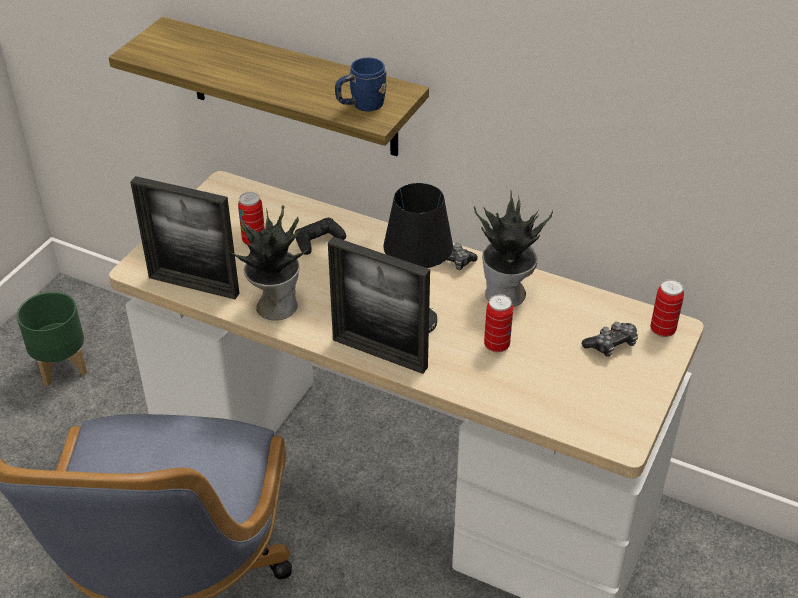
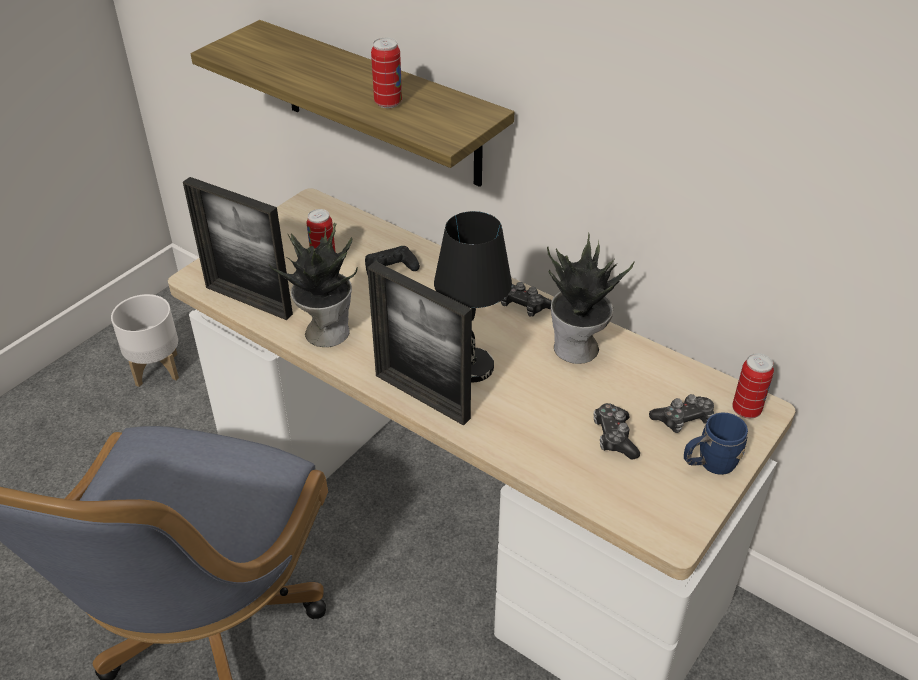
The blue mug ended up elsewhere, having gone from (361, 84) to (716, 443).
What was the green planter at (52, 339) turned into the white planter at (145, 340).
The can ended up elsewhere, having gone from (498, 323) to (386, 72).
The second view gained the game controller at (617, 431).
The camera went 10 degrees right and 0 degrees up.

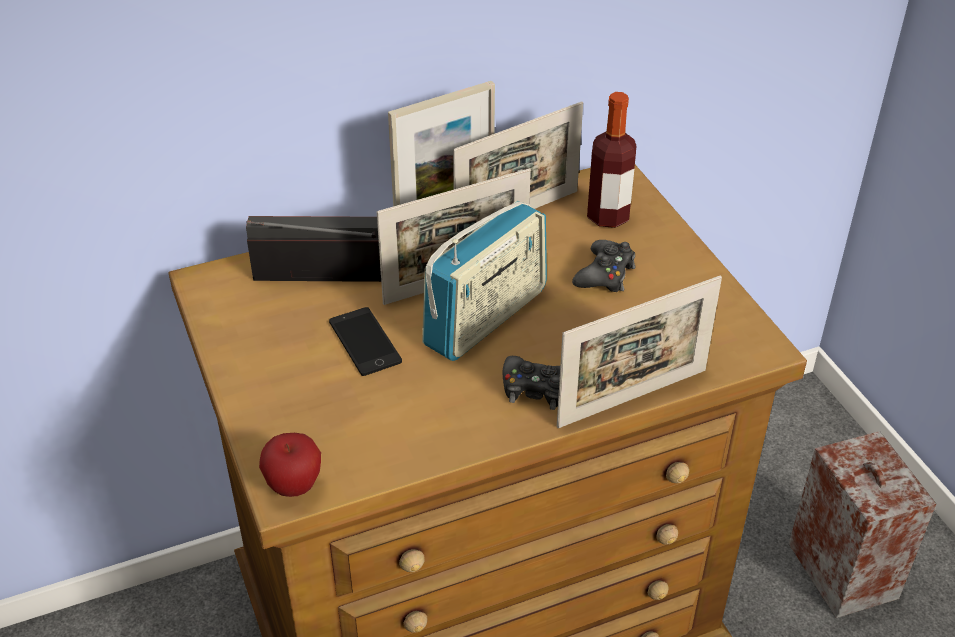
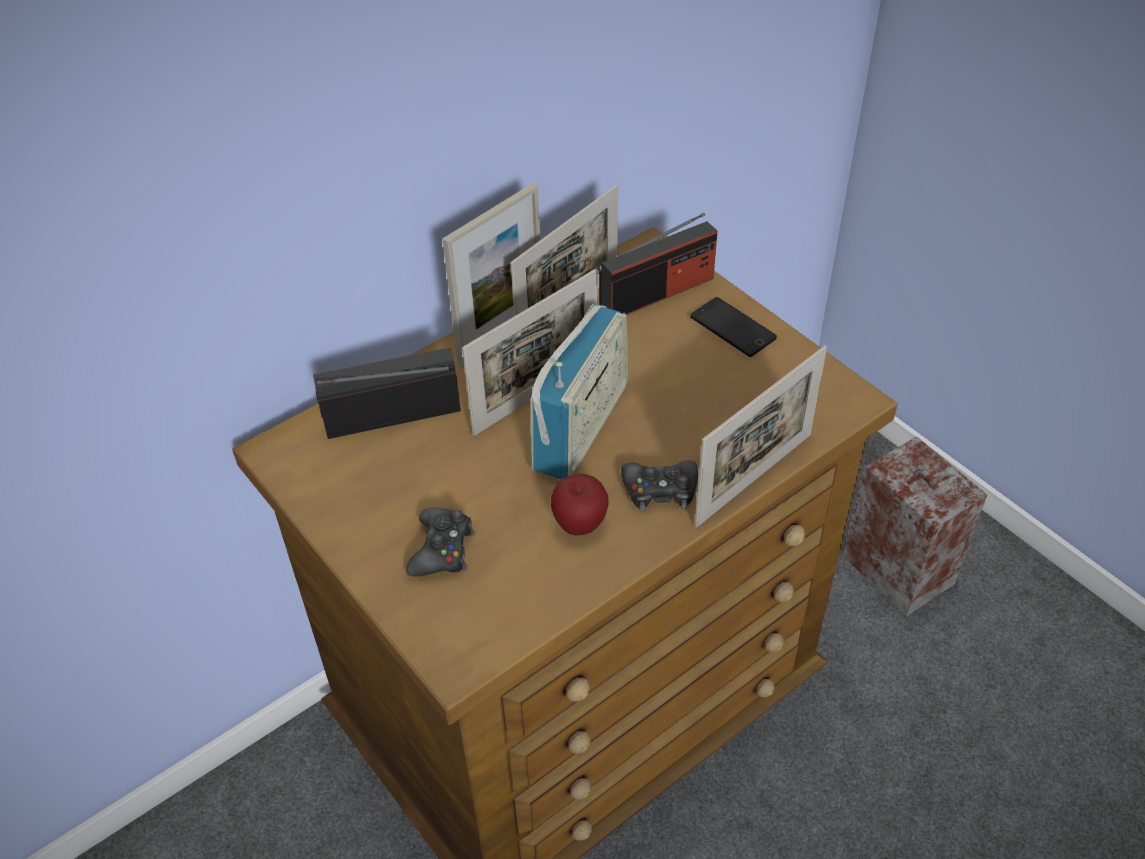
Where the bottle stood at (611, 160), the radio came to stand at (658, 264).
The black game controller ended up elsewhere, having gone from (604, 266) to (440, 542).
The phone ended up elsewhere, having gone from (365, 341) to (733, 327).
The apple ended up elsewhere, having gone from (290, 465) to (580, 505).
The camera went 15 degrees left and 5 degrees up.

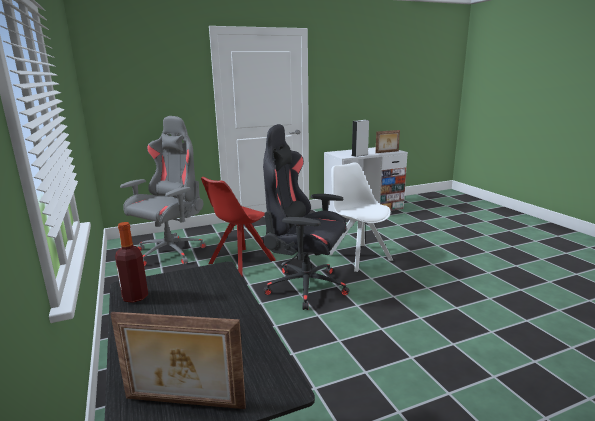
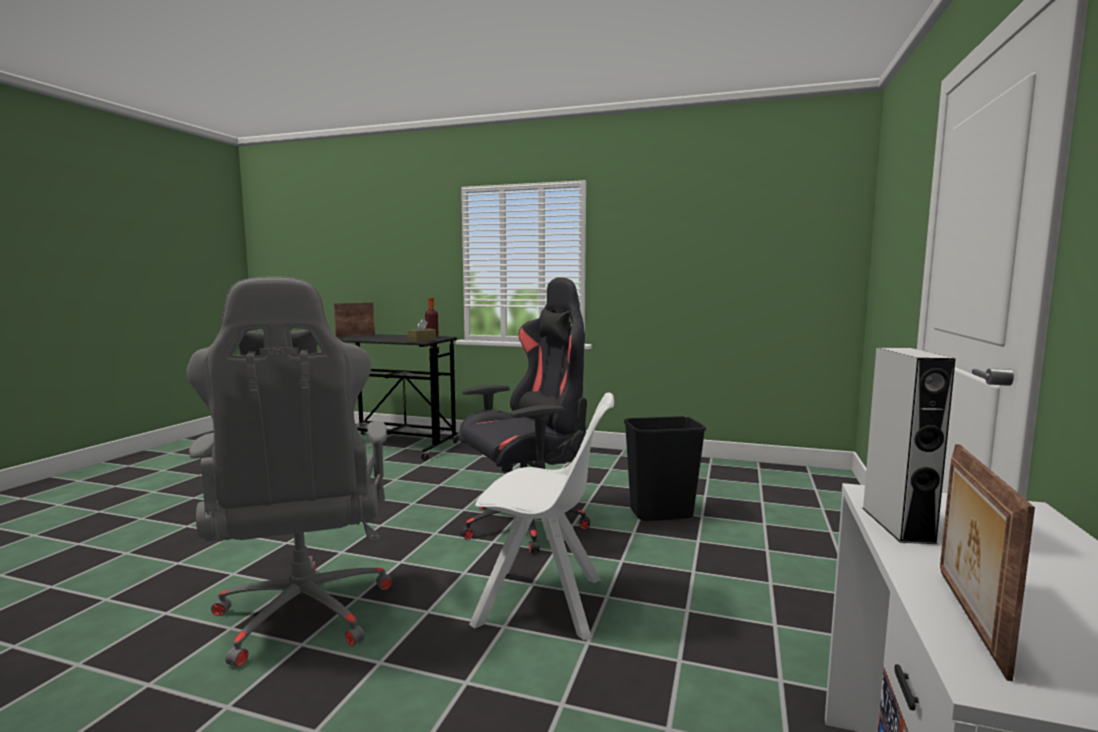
The grey office chair ended up elsewhere, having gone from (163, 191) to (289, 472).
Where the red chair stood at (238, 227), the black trash can came to stand at (665, 468).
The second view gained the brown tissue box at (422, 330).
The camera went 130 degrees right and 10 degrees down.

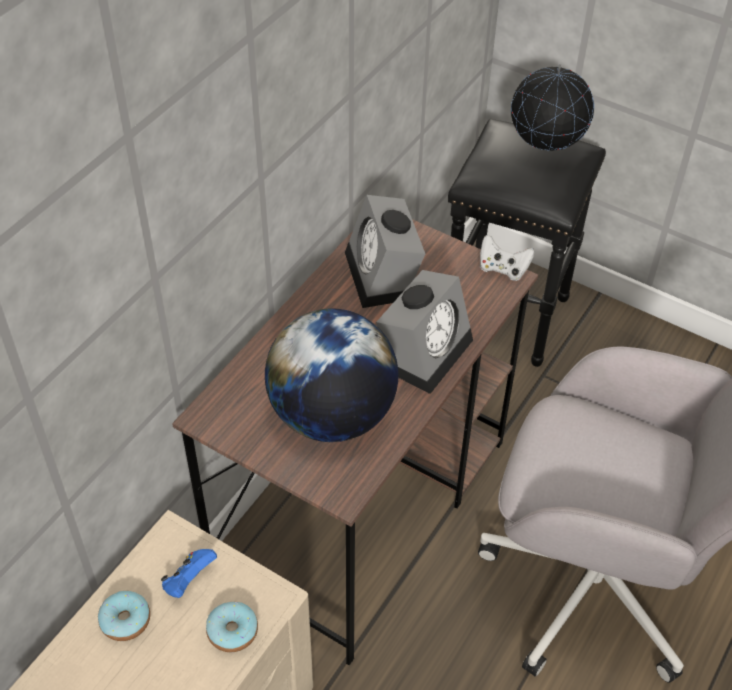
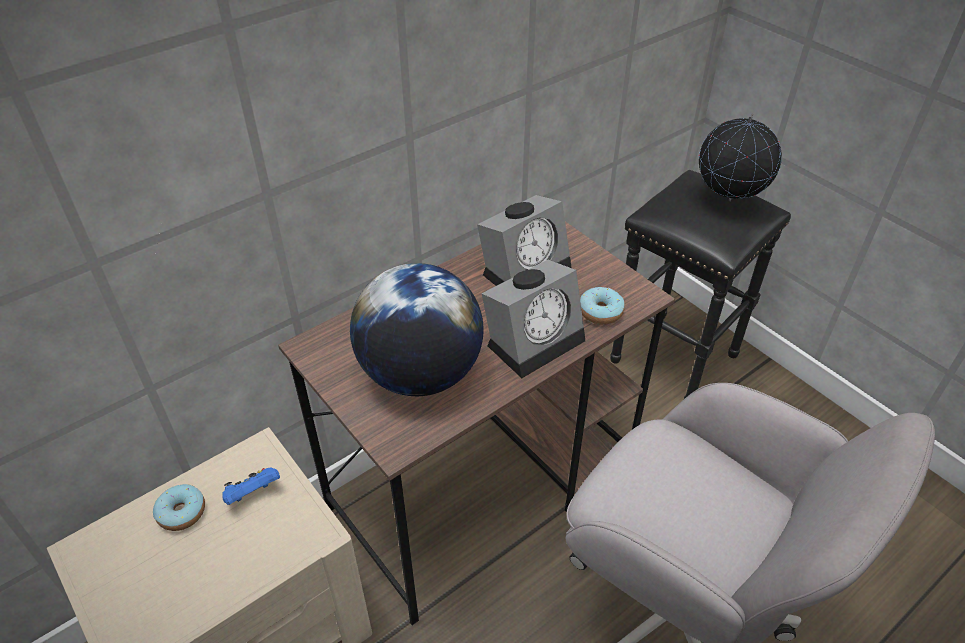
The alarm clock at (385, 251) ended up facing another way, 135 degrees counterclockwise from before.
The second view lost the white game controller at (507, 257).
The donut ended up elsewhere, having gone from (232, 627) to (602, 306).
The camera went 20 degrees right and 5 degrees down.

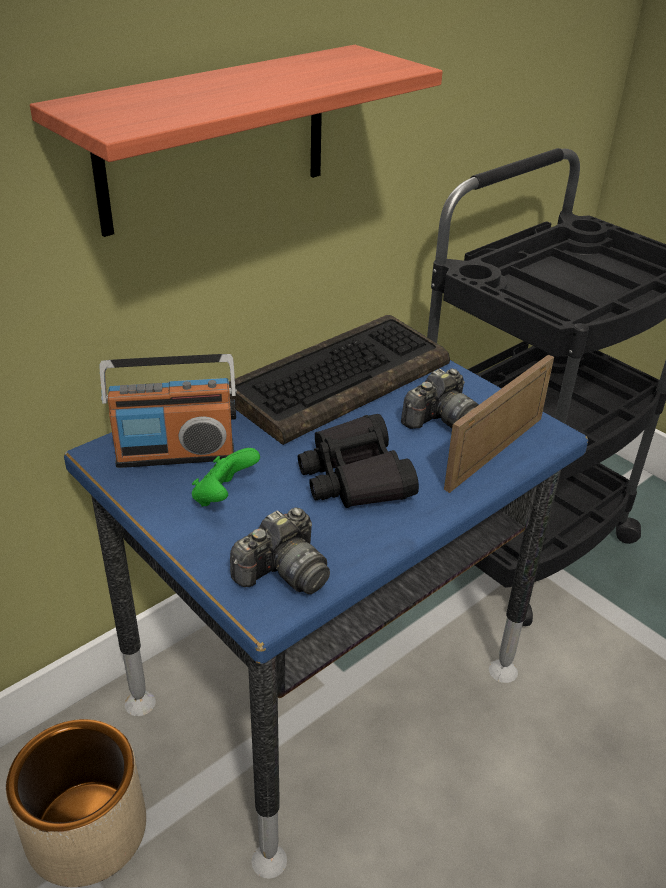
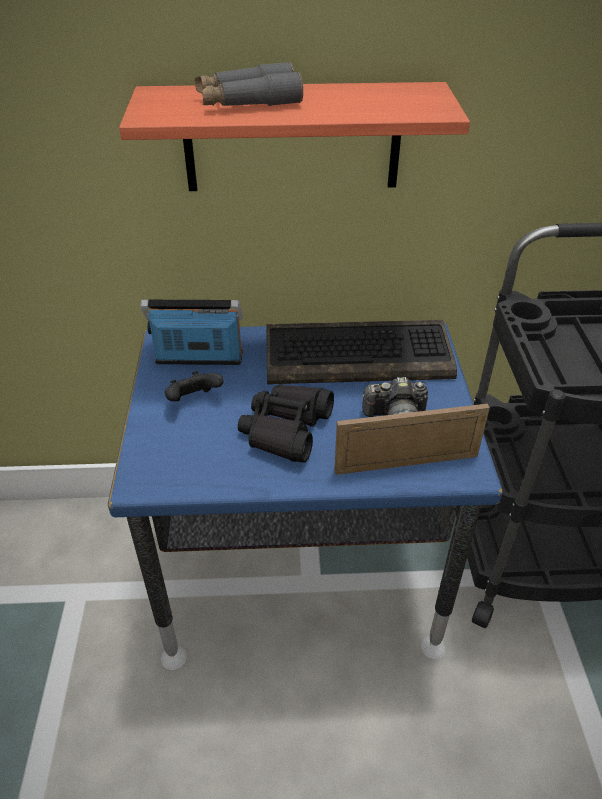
The radio at (168, 411) ended up facing another way, 150 degrees clockwise from before.
What was the green game controller at (226, 477) turned into the black game controller at (194, 386).
The second view lost the photo camera at (280, 550).
The second view lost the beige planter at (76, 803).
The second view gained the grey binoculars at (249, 83).
The camera went 40 degrees right and 5 degrees up.

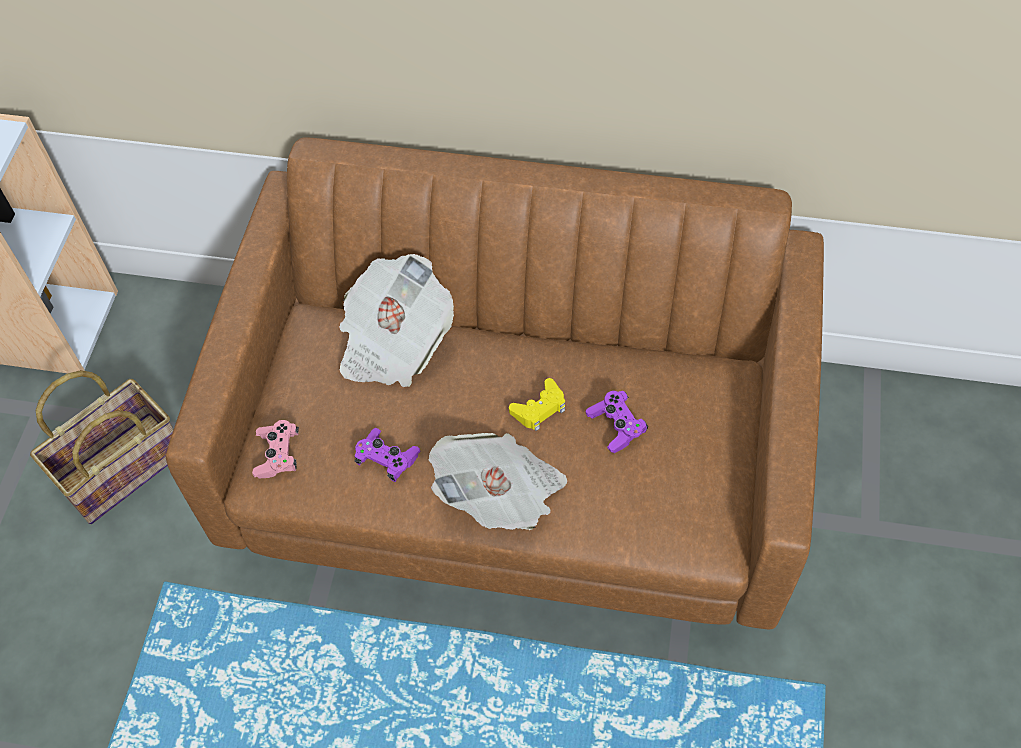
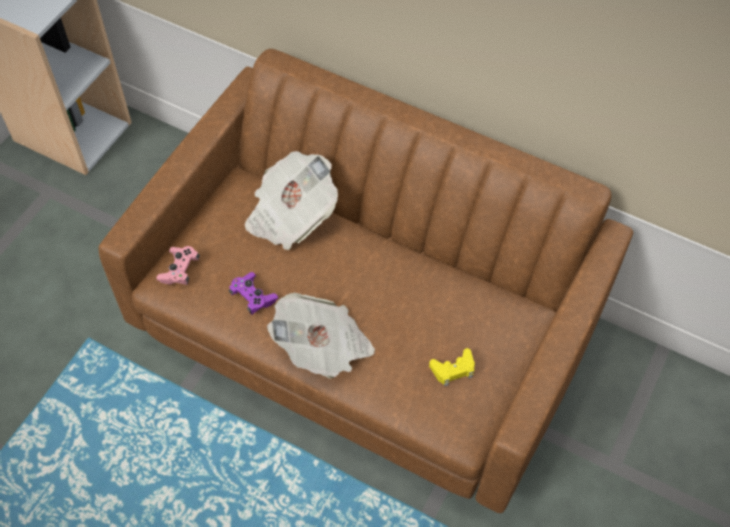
The second view lost the basket at (102, 447).
The yellow game controller ended up elsewhere, having gone from (537, 404) to (452, 367).
The second view lost the purple game controller at (617, 422).
The camera went 15 degrees right and 0 degrees up.

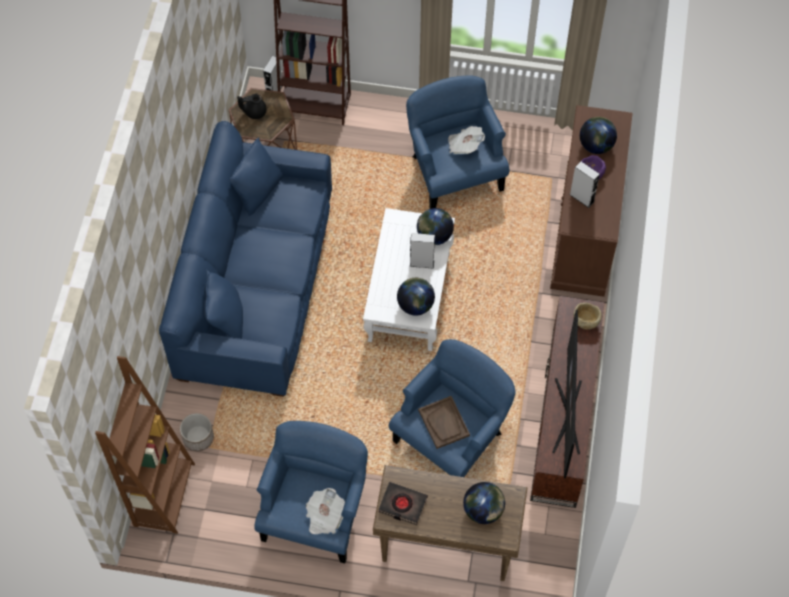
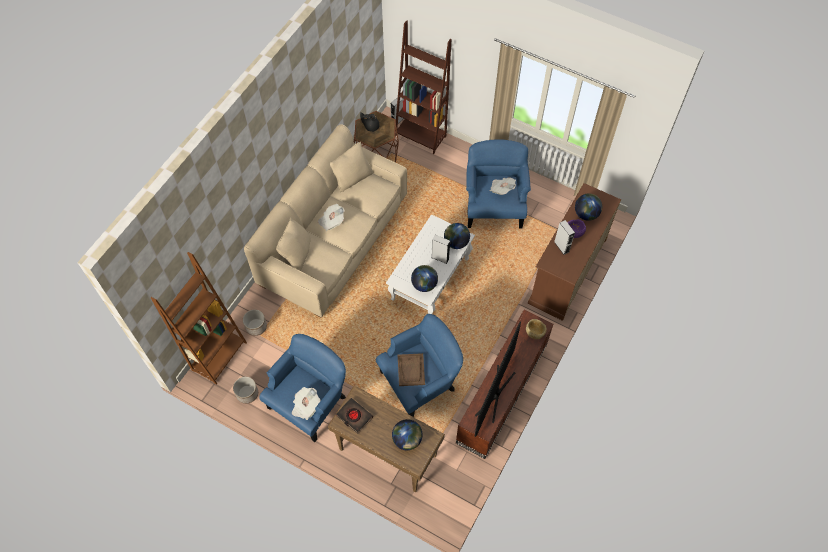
What was the blue sofa at (245, 259) turned into the beige sofa at (325, 221).
The second view gained the newspaper at (331, 217).
The second view gained the planter at (245, 390).
The camera went 20 degrees right and 0 degrees up.

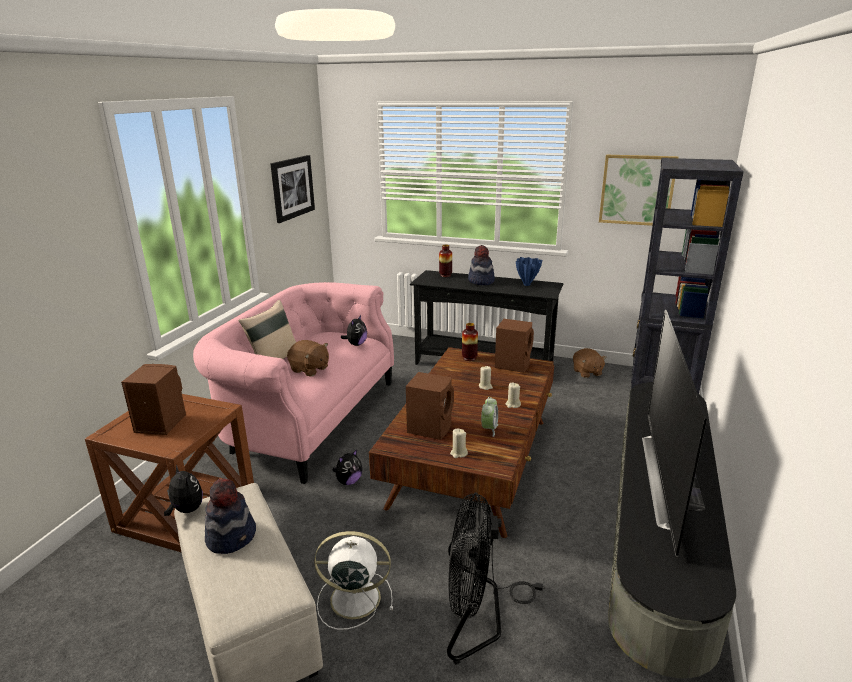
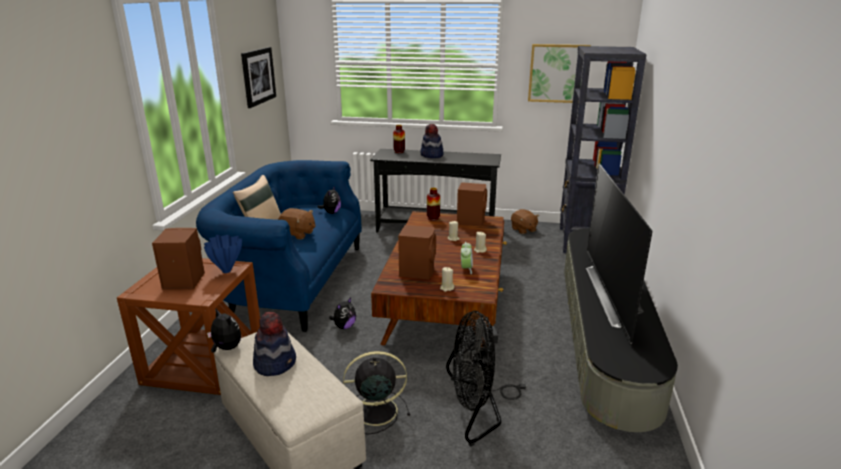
The blue vase ended up elsewhere, having gone from (529, 271) to (223, 254).
What was the pink sofa at (293, 383) turned into the blue sofa at (279, 246).
What was the white fan at (353, 580) turned into the black fan at (376, 392).
The camera went 10 degrees left and 0 degrees up.

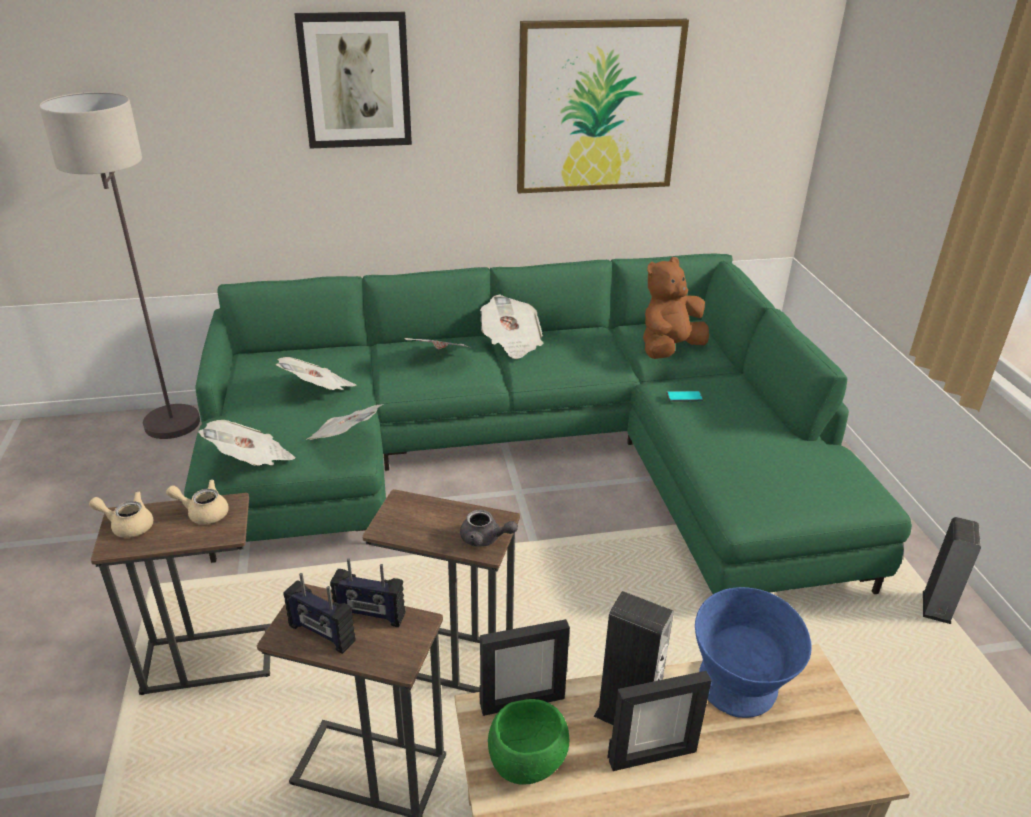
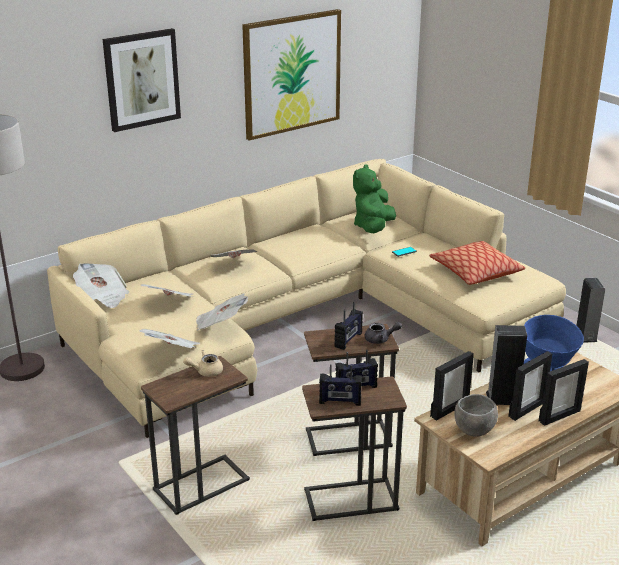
What was the green sofa at (548, 424) turned into the beige sofa at (306, 298).
What was the brown plush toy at (676, 308) turned into the green plush toy at (374, 198).
The newspaper ended up elsewhere, having gone from (512, 327) to (101, 286).
The second view lost the beige teapot at (121, 514).
What was the green bowl at (528, 742) turned into the grey bowl at (476, 415).
The second view gained the pillow at (477, 263).
The second view gained the radio at (348, 326).
The second view gained the picture frame at (564, 392).
The camera went 25 degrees left and 5 degrees down.

